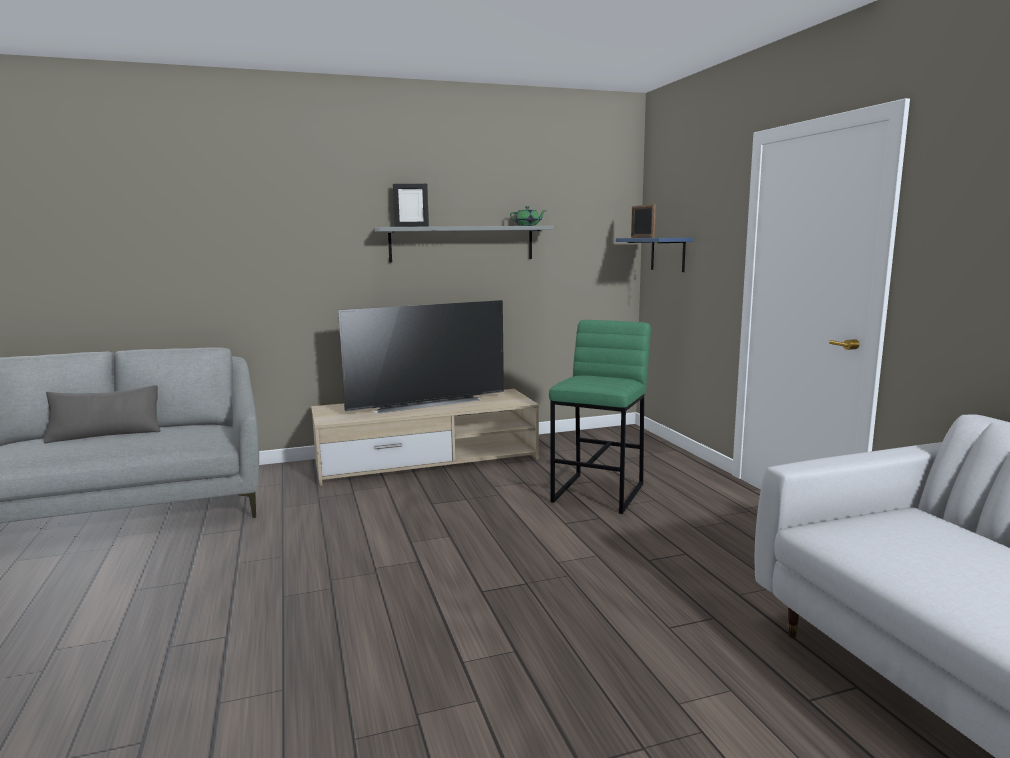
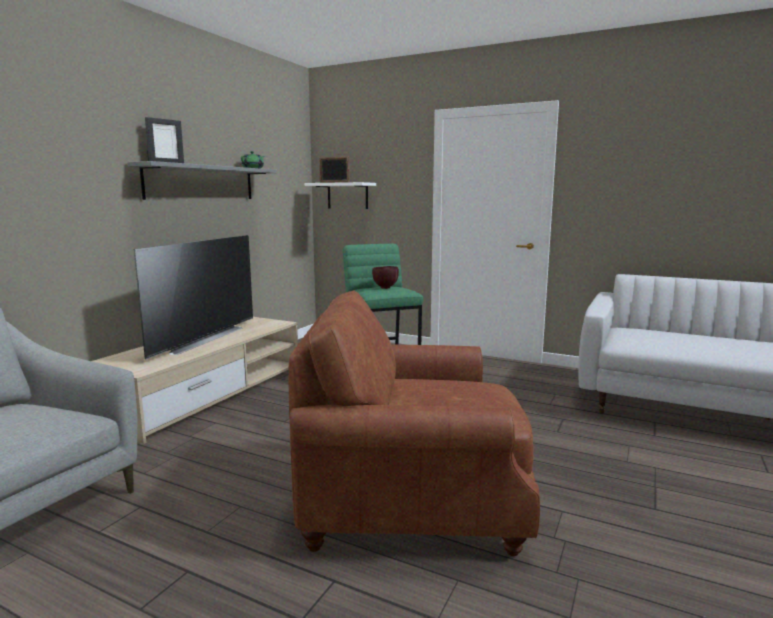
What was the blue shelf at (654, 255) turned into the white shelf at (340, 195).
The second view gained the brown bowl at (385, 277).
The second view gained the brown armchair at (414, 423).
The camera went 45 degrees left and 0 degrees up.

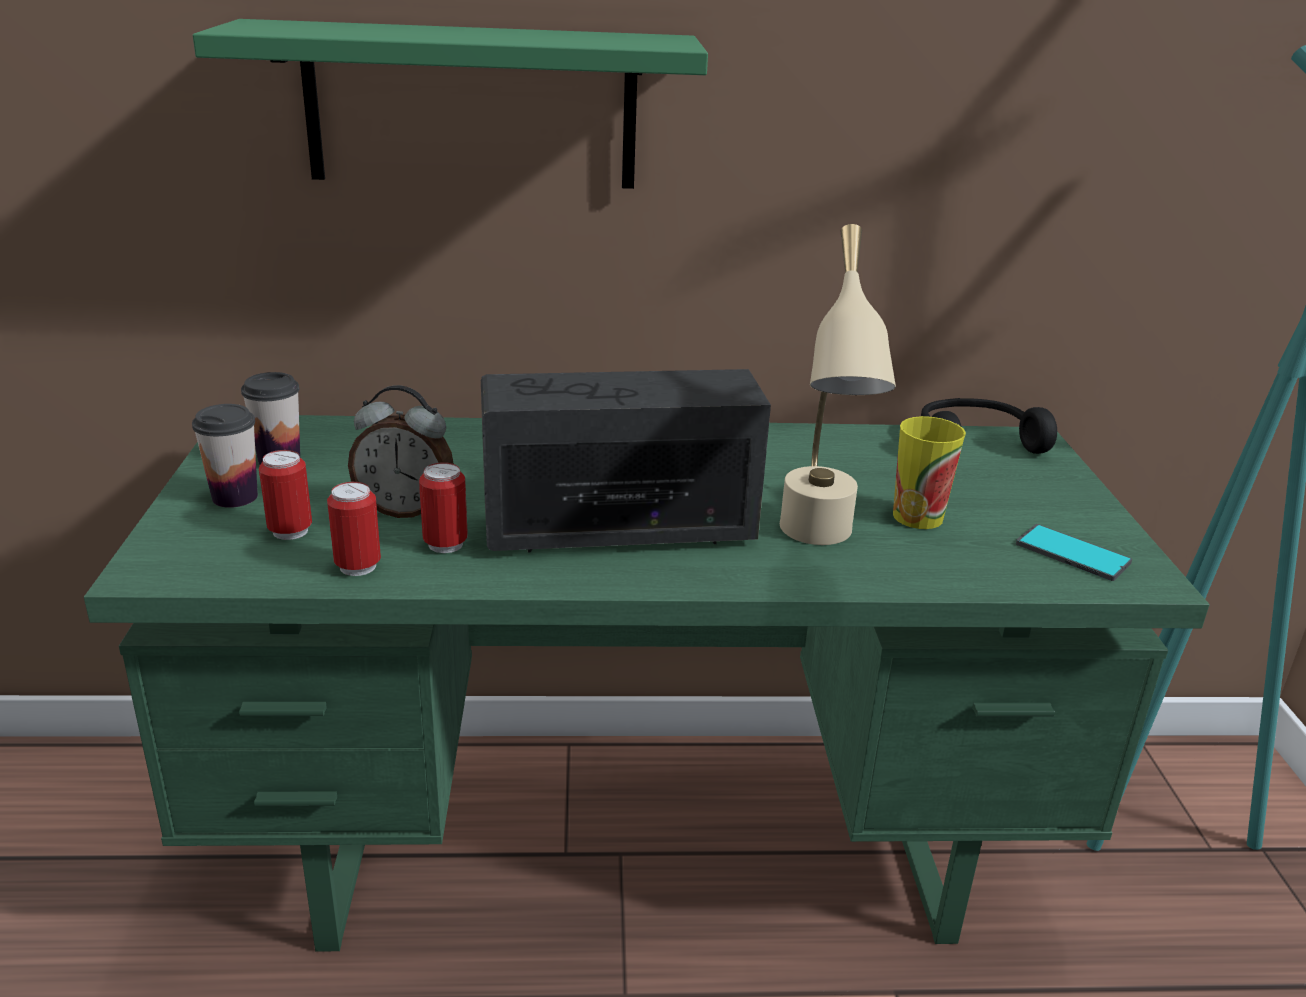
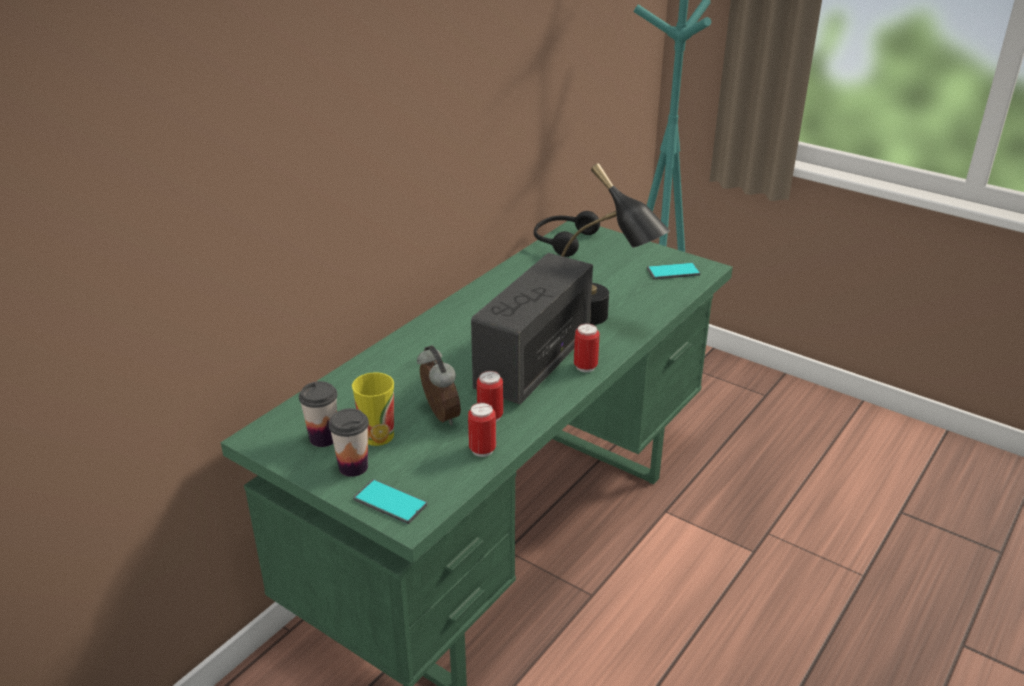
The second view lost the green shelf at (450, 104).
What was the beige table lamp at (838, 384) turned into the black table lamp at (615, 244).
The alarm clock at (401, 451) ended up facing another way, 75 degrees counterclockwise from before.
The cup ended up elsewhere, having gone from (929, 472) to (373, 409).
The can ended up elsewhere, having gone from (285, 495) to (586, 348).
The second view gained the phone at (390, 501).
The camera went 50 degrees left and 5 degrees up.

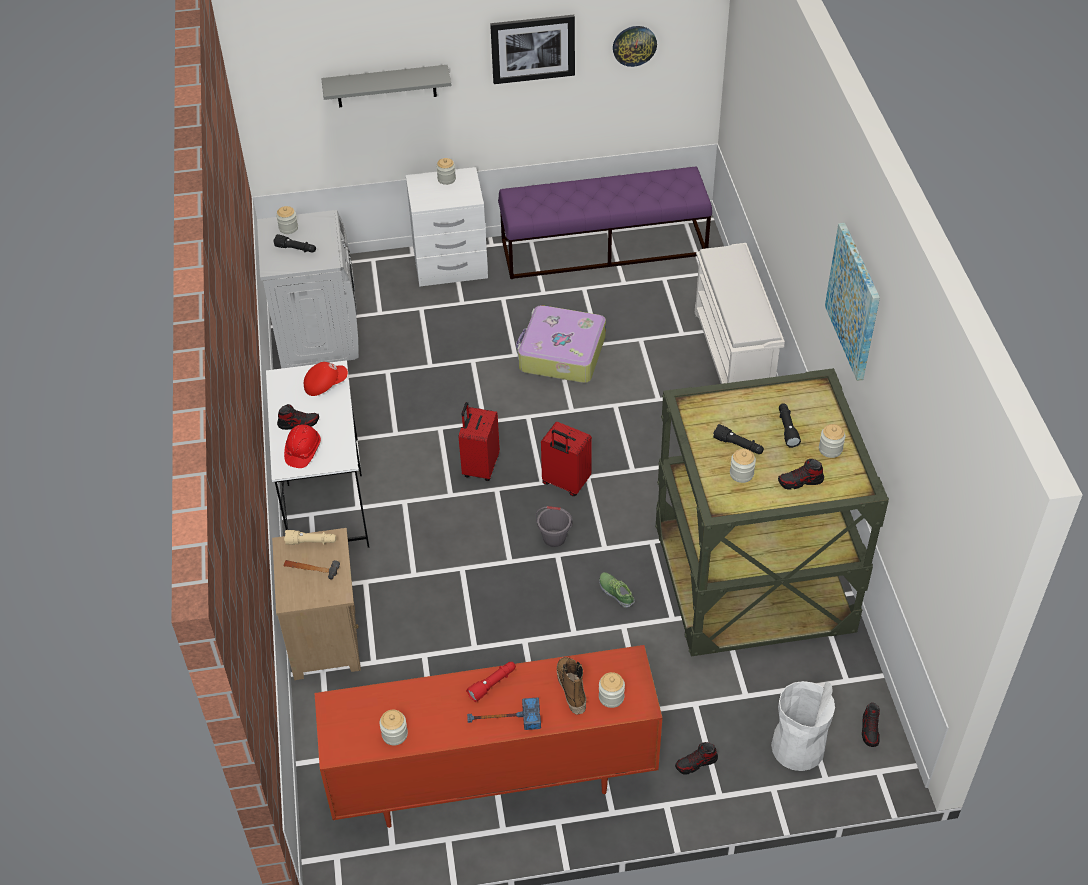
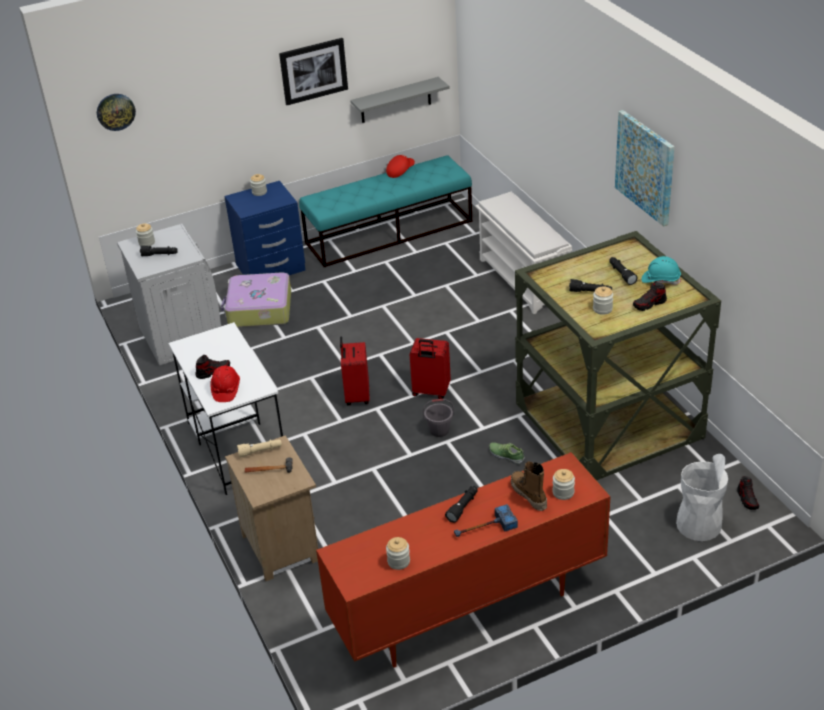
The wall clock ended up elsewhere, having gone from (635, 46) to (116, 112).
The grey shelf ended up elsewhere, having gone from (386, 86) to (399, 100).
What was the white nightstand at (447, 227) turned into the blue nightstand at (265, 228).
What was the purple bench at (605, 223) turned into the turquoise bench at (385, 211).
The suitcase ended up elsewhere, having gone from (561, 344) to (256, 299).
The red cap ended up elsewhere, having gone from (326, 379) to (400, 166).
Where the jar stood at (832, 441), the turquoise hard hat came to stand at (661, 270).
What was the red flashlight at (491, 682) turned into the black flashlight at (461, 504).
The second view lost the shoe at (696, 758).
The camera went 15 degrees left and 10 degrees down.

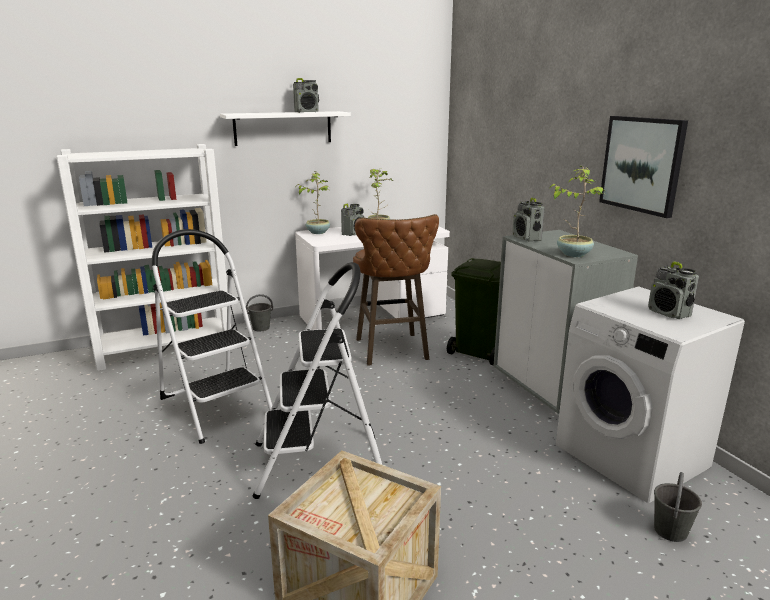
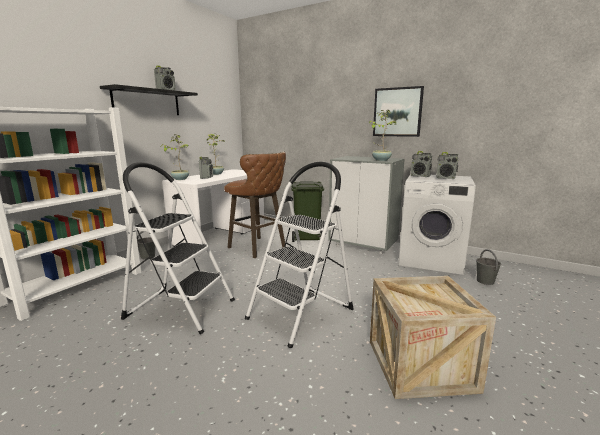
What was the white shelf at (285, 128) turned into the black shelf at (149, 99).
The radio ended up elsewhere, having gone from (528, 220) to (421, 164).
The camera went 35 degrees left and 5 degrees down.

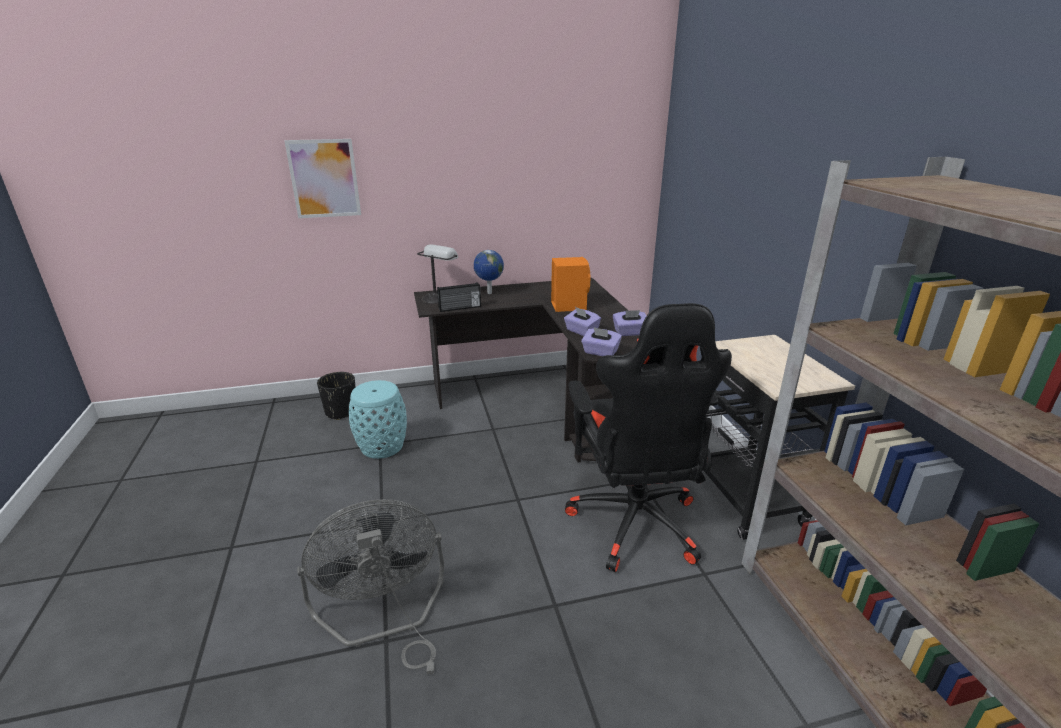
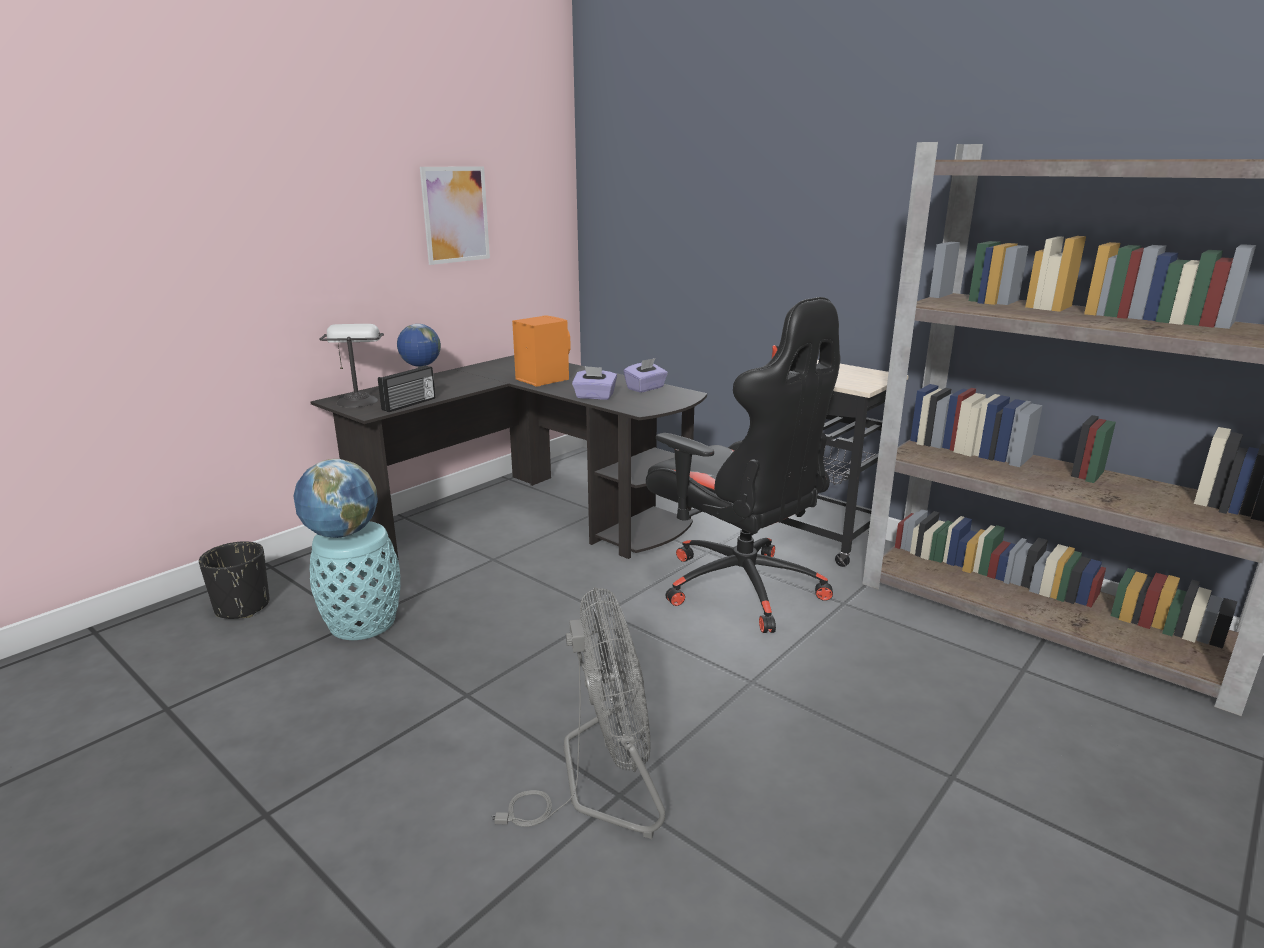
The picture ended up elsewhere, having gone from (322, 178) to (455, 215).
The second view lost the purple tissue box at (601, 341).
The grey fan at (370, 587) ended up facing another way, 135 degrees clockwise from before.
The second view gained the globe at (335, 498).
The camera went 35 degrees left and 5 degrees down.

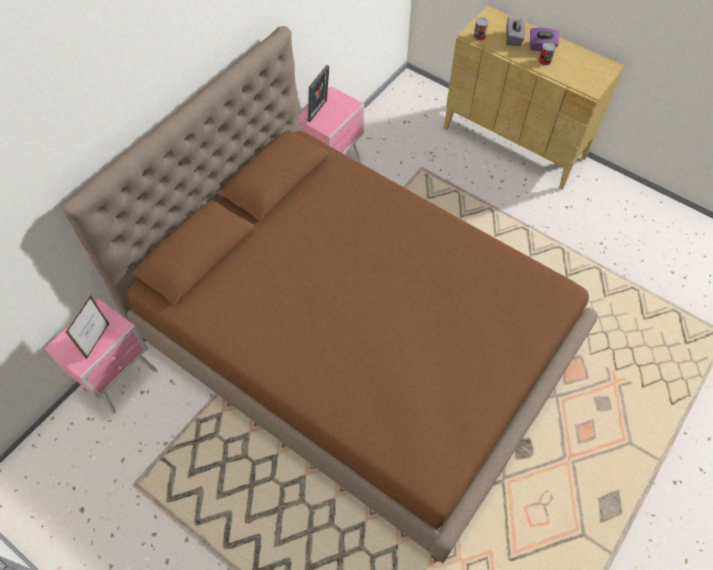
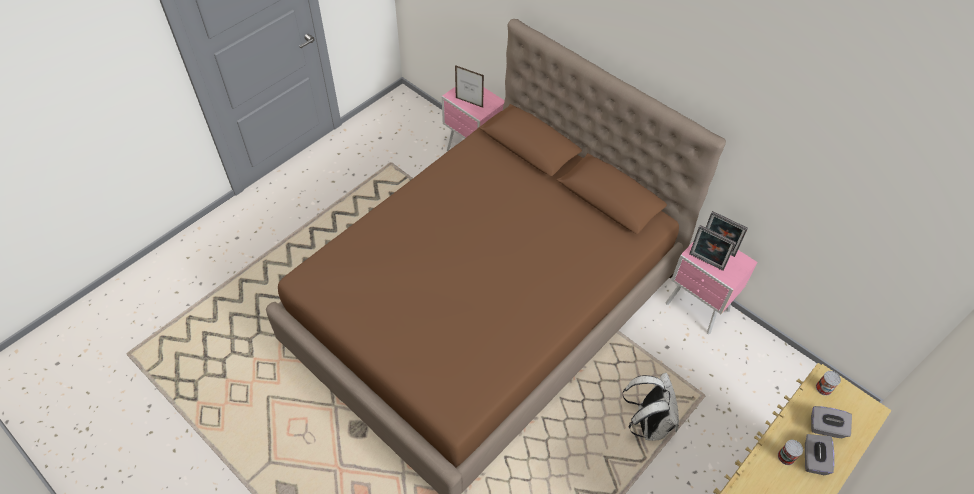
What was the purple tissue box at (544, 39) turned into the grey tissue box at (820, 454).
The second view gained the picture frame at (712, 248).
The second view gained the white backpack at (650, 407).
The camera went 95 degrees right and 5 degrees down.

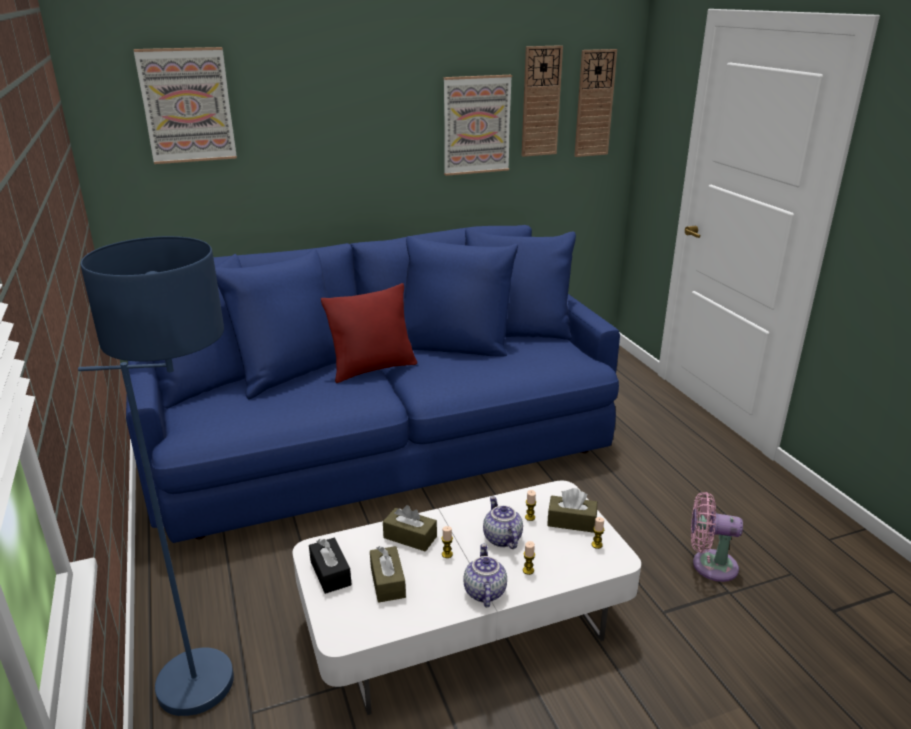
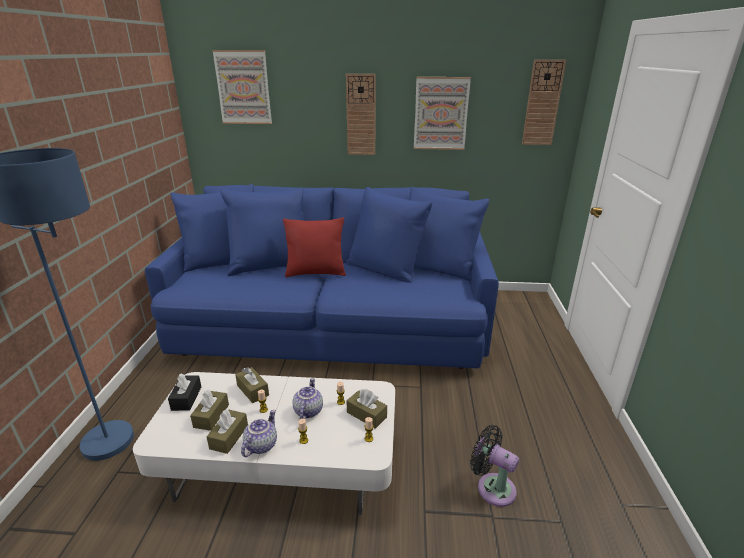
The wall clock ended up elsewhere, having gone from (542, 101) to (361, 114).
What was the pink fan at (717, 537) turned into the black fan at (494, 466).
The second view gained the brown tissue box at (227, 431).
The camera went 25 degrees right and 0 degrees up.

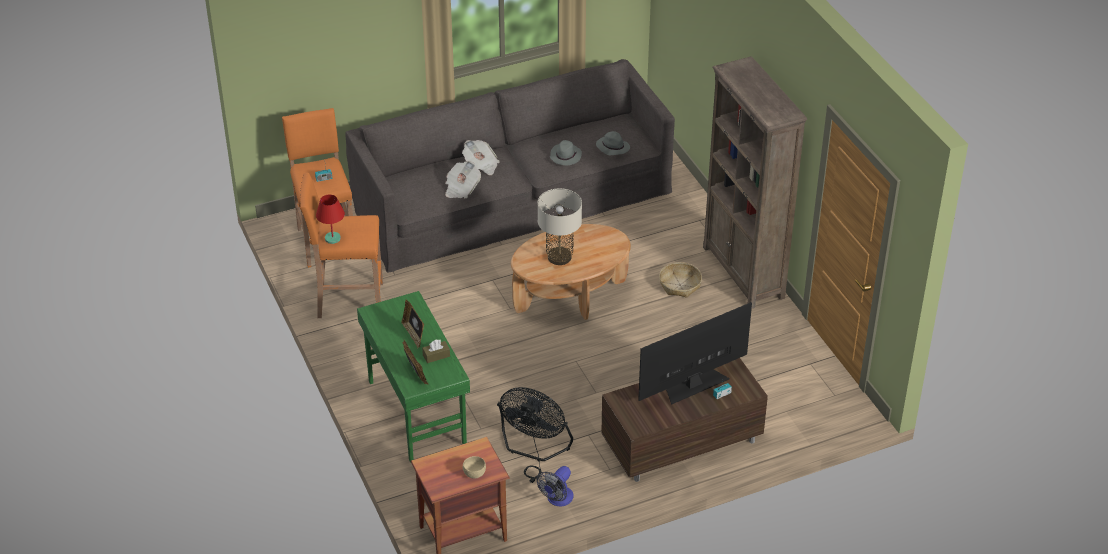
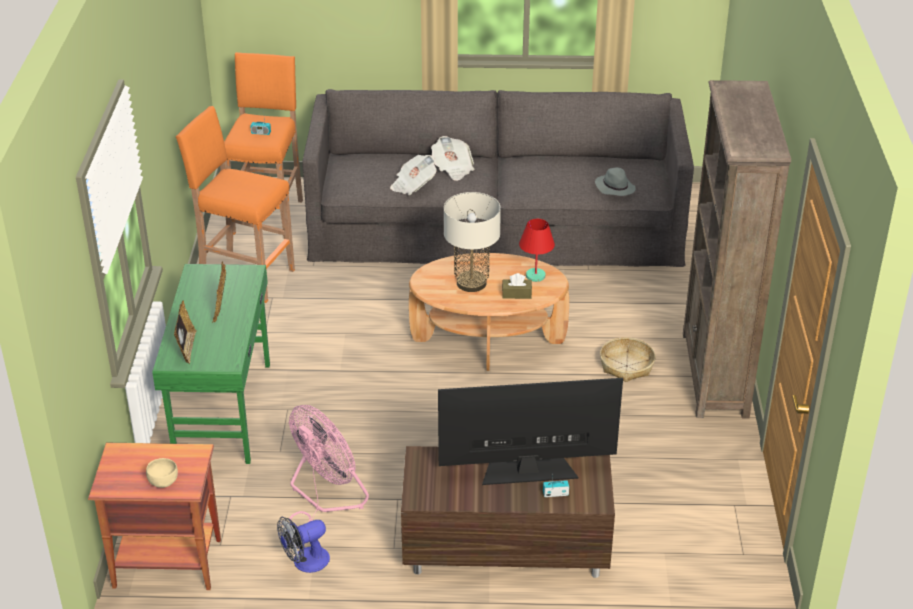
The second view lost the grey hat at (566, 153).
The red table lamp ended up elsewhere, having gone from (330, 219) to (537, 250).
The brown tissue box ended up elsewhere, having gone from (436, 351) to (517, 286).
What was the black fan at (535, 435) turned into the pink fan at (329, 466).
The camera went 25 degrees right and 5 degrees down.

